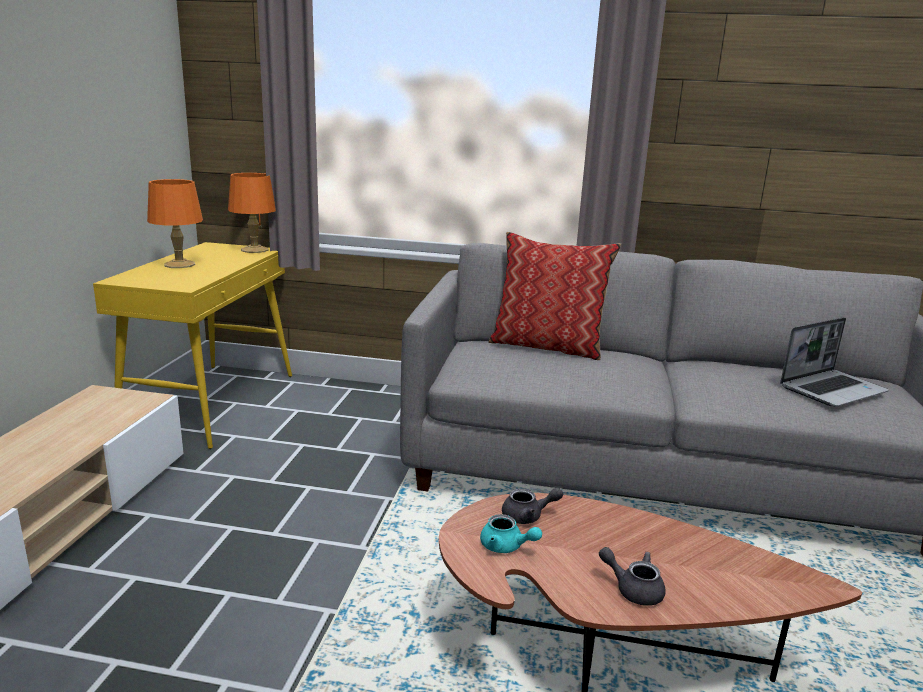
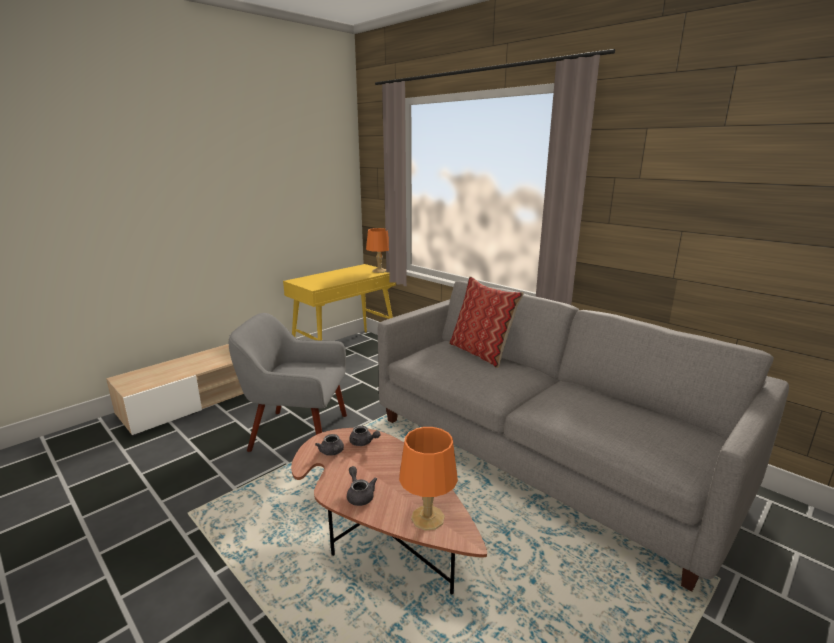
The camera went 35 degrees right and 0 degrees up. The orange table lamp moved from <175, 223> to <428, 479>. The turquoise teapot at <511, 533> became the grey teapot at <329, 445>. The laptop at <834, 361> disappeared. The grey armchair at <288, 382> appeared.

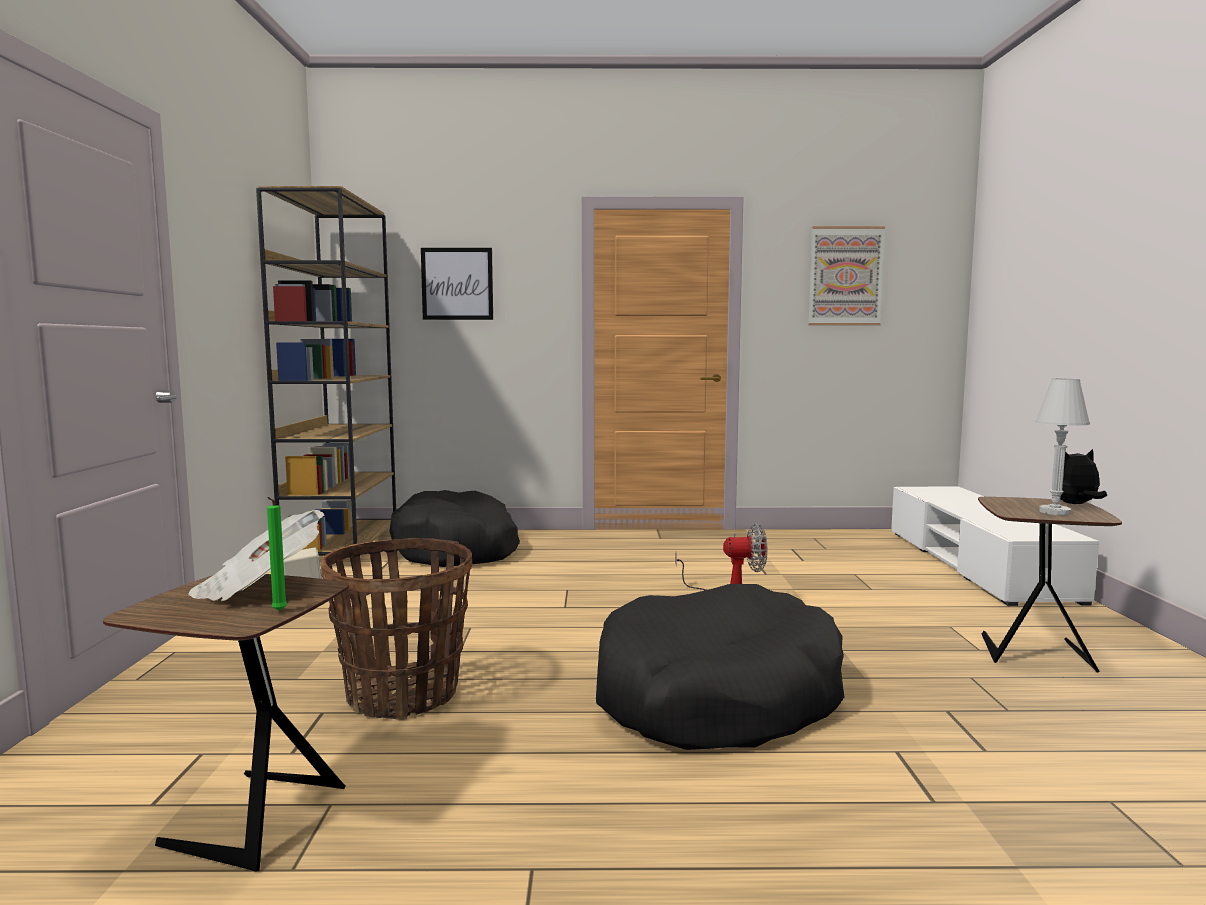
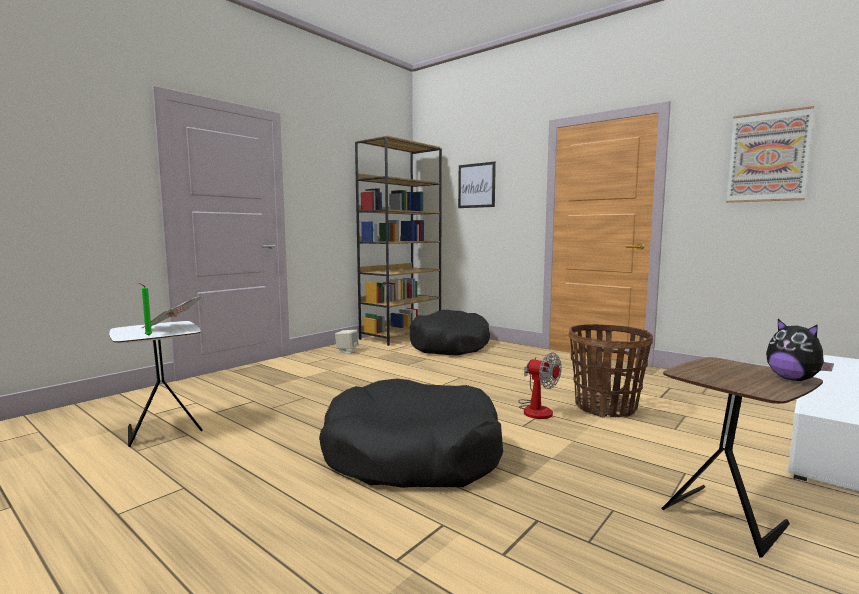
The camera went 40 degrees right and 0 degrees up. The brown side table at <226, 723> became the white side table at <156, 384>. The basket moved from <396, 629> to <611, 371>. The white table lamp at <1062, 447> disappeared. The plush toy at <1083, 476> turned 150 degrees counterclockwise.

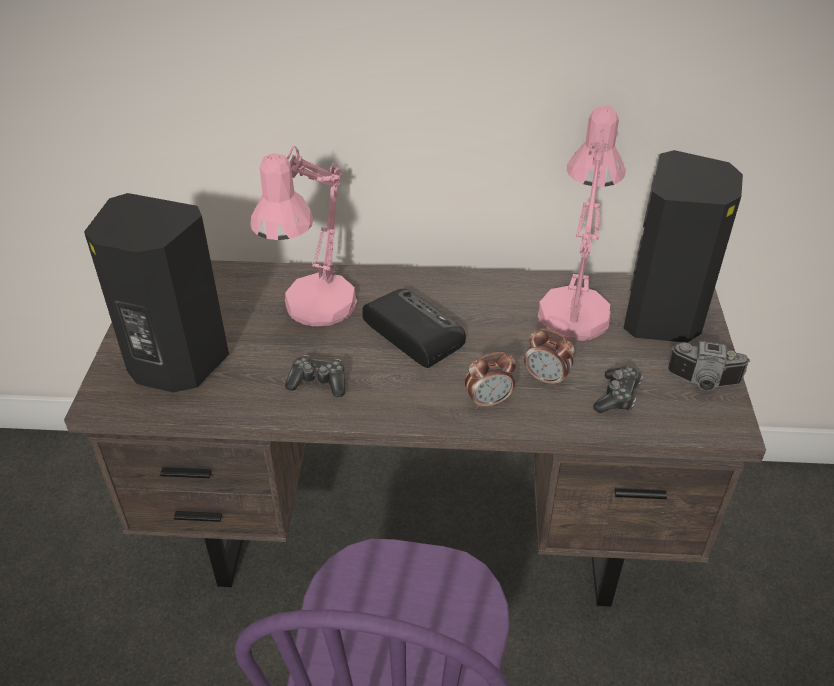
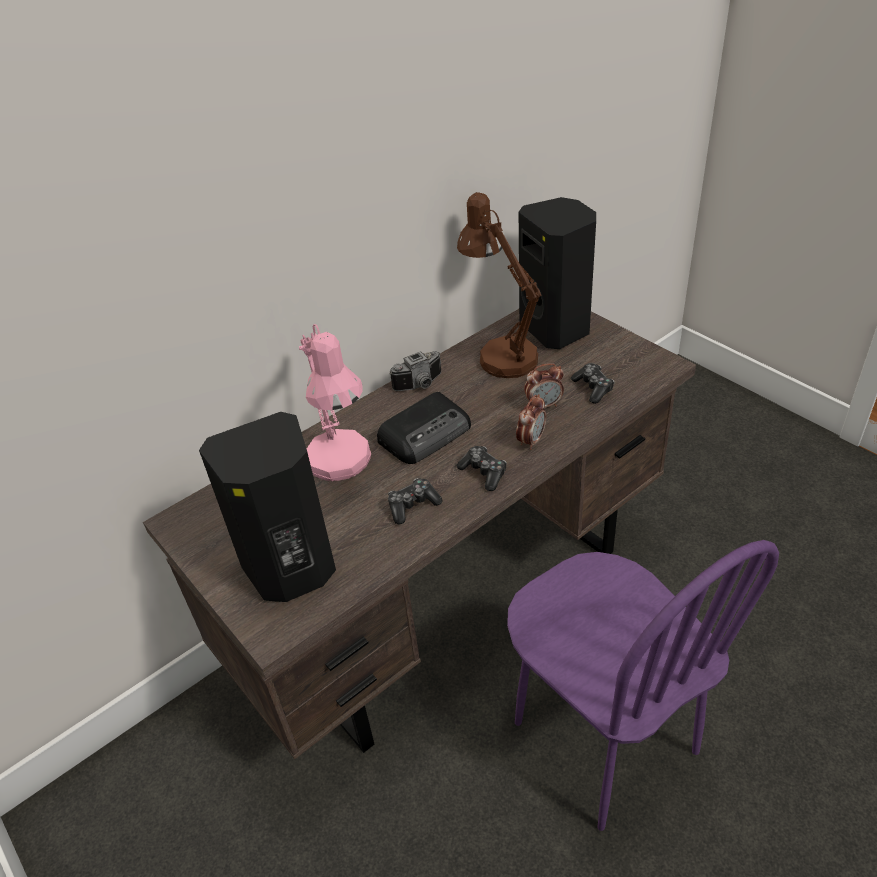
The camera went 40 degrees left and 0 degrees up. The radio at <414, 328> turned 135 degrees clockwise. The pink table lamp at <582, 223> became the brown table lamp at <499, 285>. The photo camera moved from <709, 366> to <415, 371>. The game controller at <482, 468> appeared.

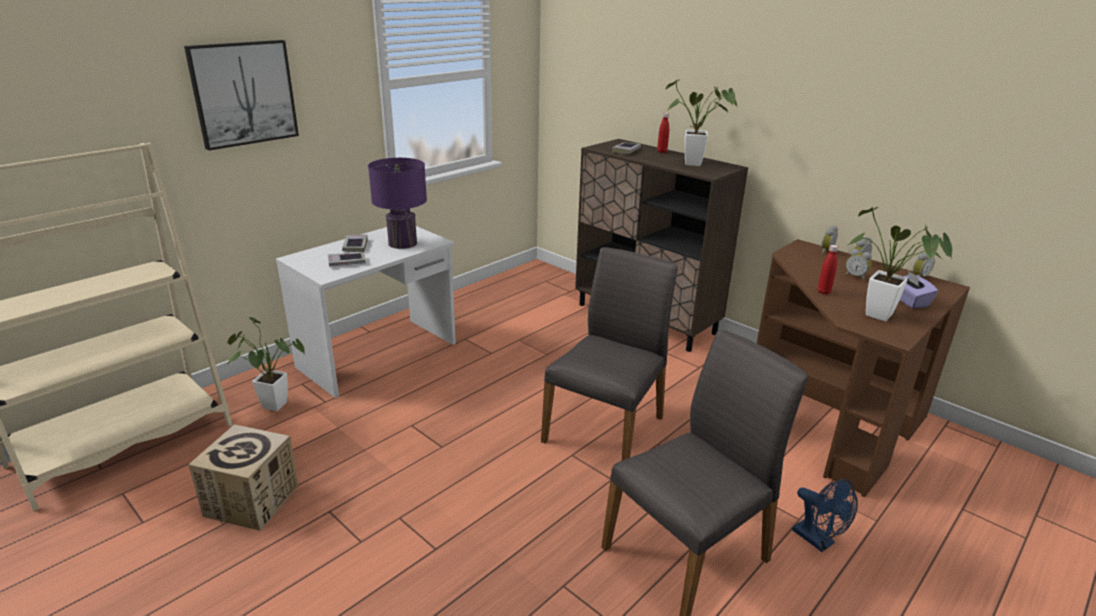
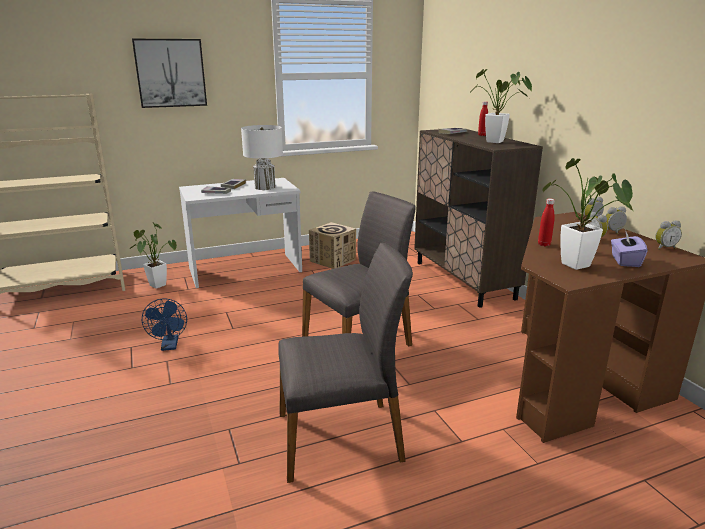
The camera went 25 degrees right and 5 degrees down. The cardboard box moved from <243, 477> to <332, 245>. The purple table lamp at <397, 203> became the white table lamp at <262, 157>. The blue fan moved from <825, 515> to <164, 324>.

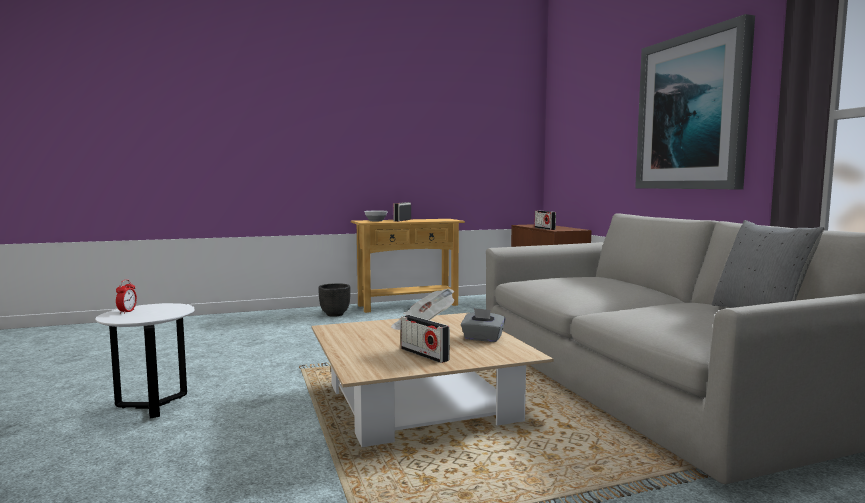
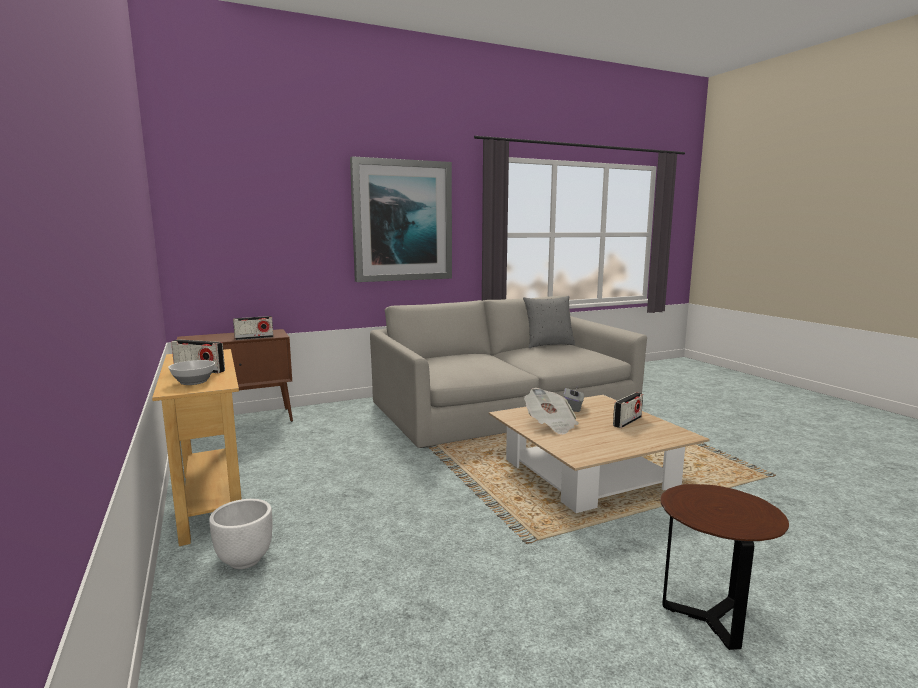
The camera went 95 degrees left and 5 degrees up. The white side table at <145, 361> became the brown side table at <724, 567>. The alarm clock at <126, 296> disappeared. The black planter at <334, 300> became the white planter at <240, 534>.

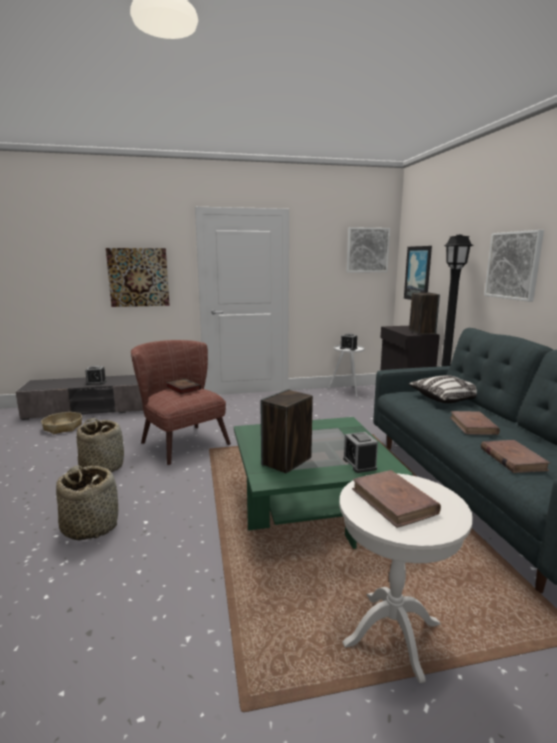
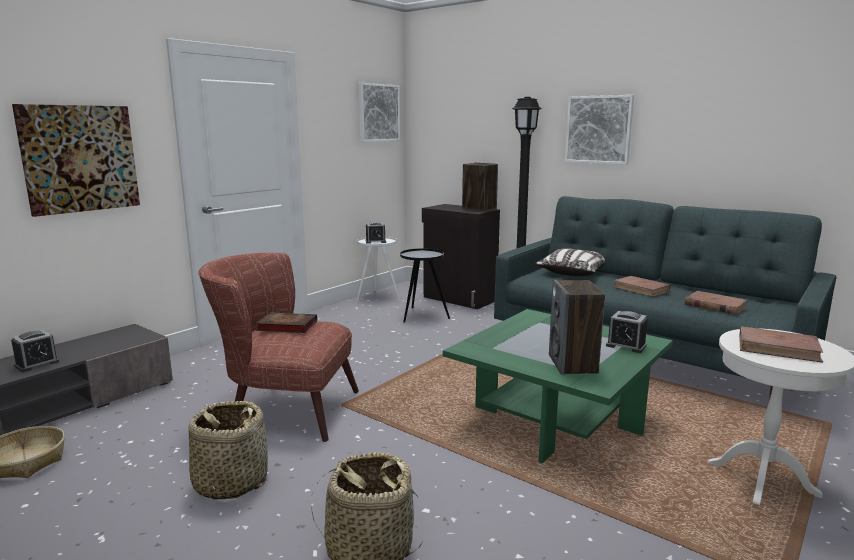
The camera went 40 degrees left and 0 degrees up. The picture at <418, 273> disappeared. The black side table at <425, 285> appeared.

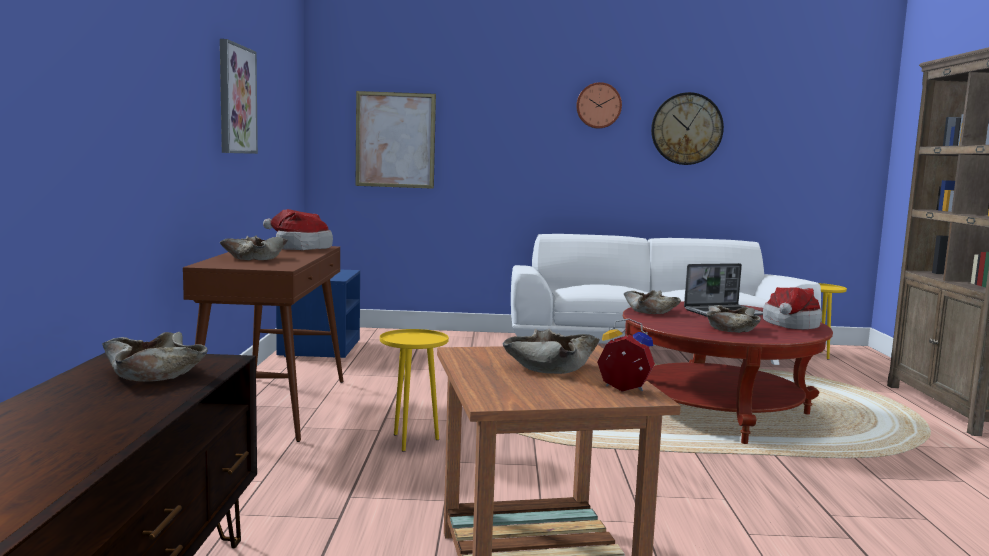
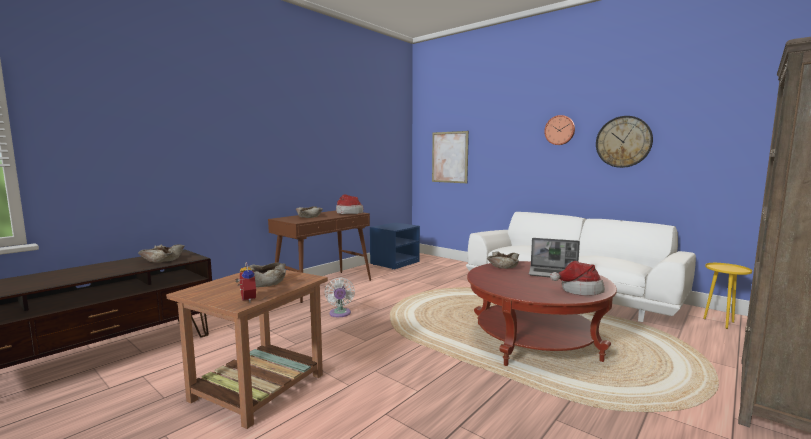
The camera went 40 degrees right and 0 degrees up. The picture at <239, 96> disappeared. The yellow side table at <414, 390> was replaced by the white fan at <340, 297>. The beige bowl at <733, 319> disappeared.

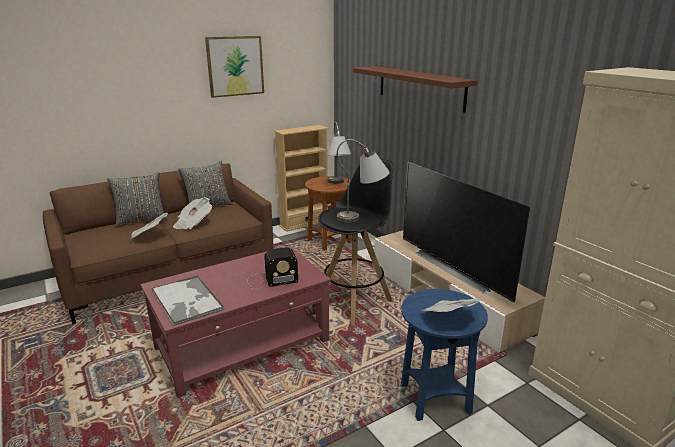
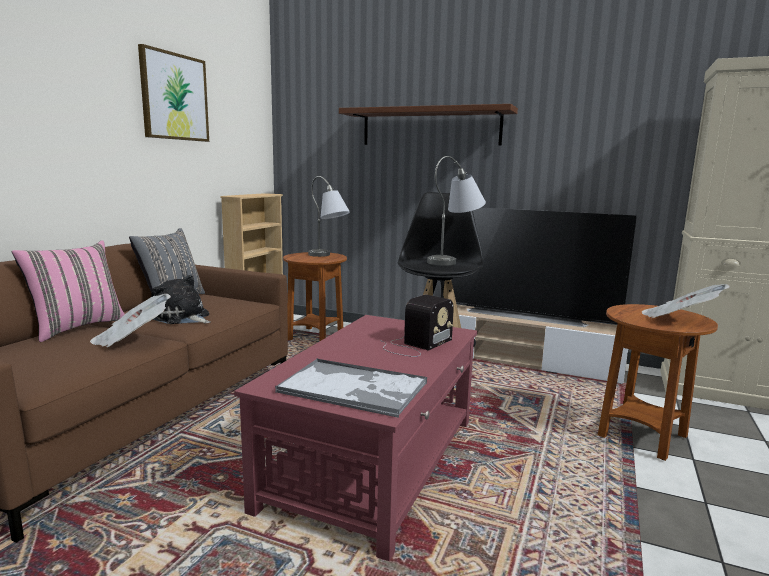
The camera went 35 degrees left and 10 degrees down. The grey pillow at <137, 200> became the pink pillow at <68, 291>. The newspaper at <192, 213> was replaced by the plush toy at <181, 299>. The blue side table at <444, 355> became the brown side table at <658, 382>.

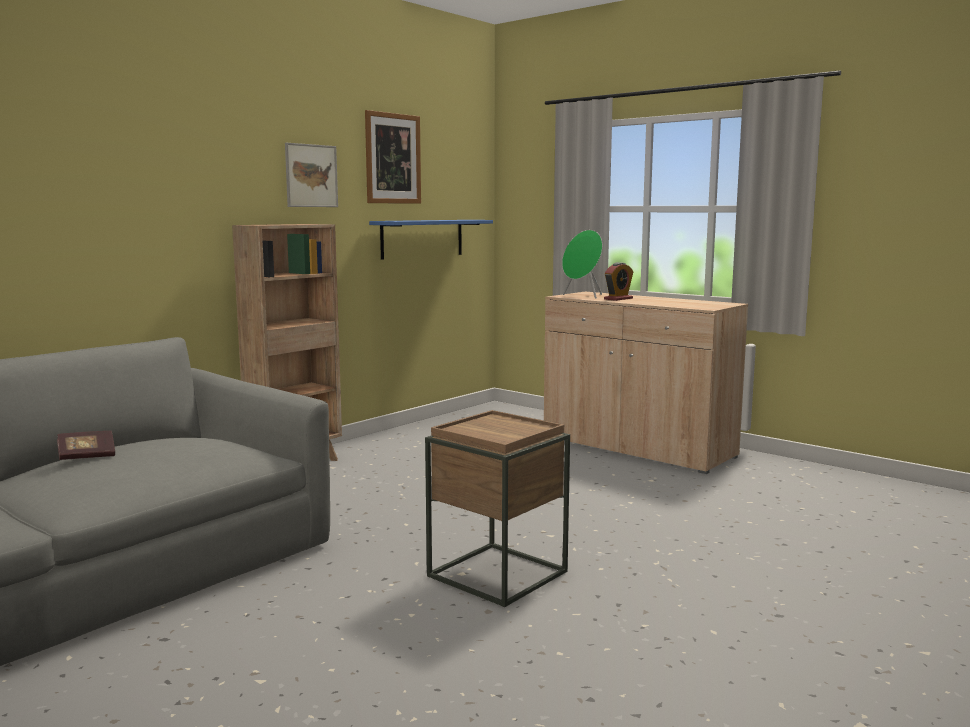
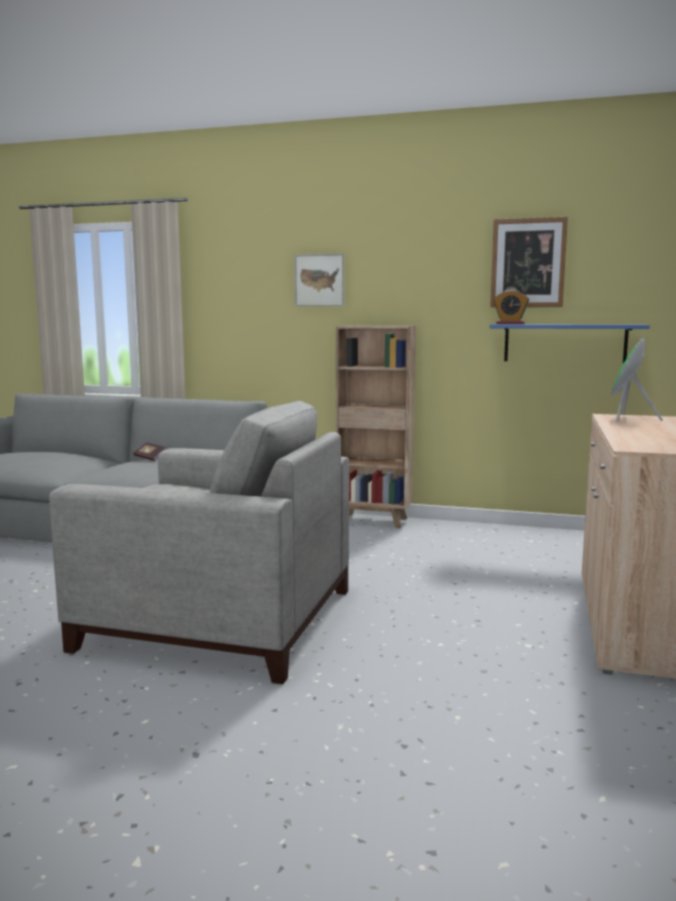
The camera went 65 degrees right and 0 degrees up. The picture moved from <311, 175> to <319, 279>. The brown side table at <497, 508> was replaced by the grey armchair at <199, 542>. The alarm clock moved from <619, 281> to <512, 306>.

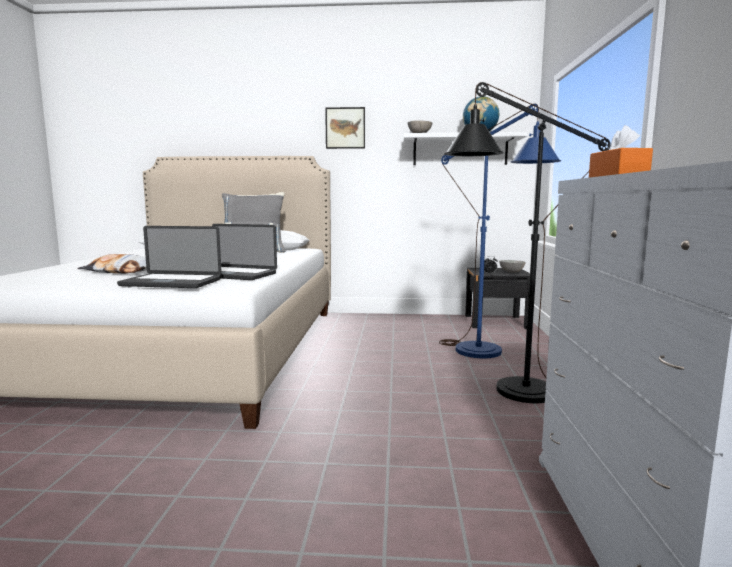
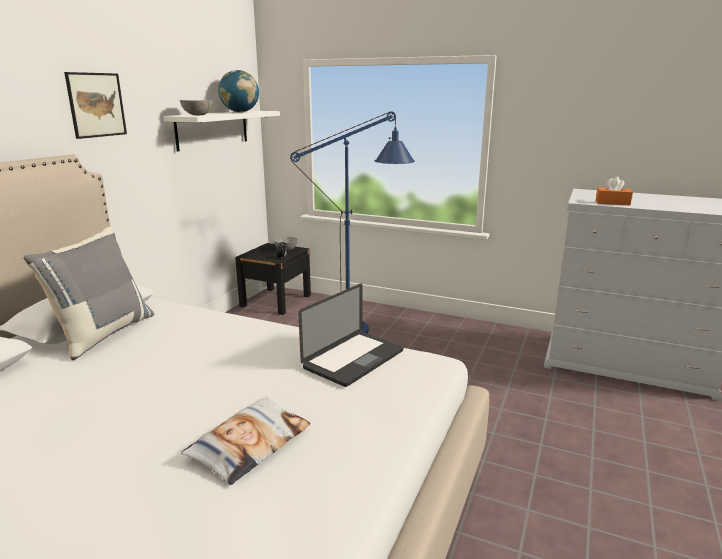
The camera went 70 degrees left and 10 degrees up. The laptop at <169, 257> disappeared. The black floor lamp at <527, 242> disappeared.

